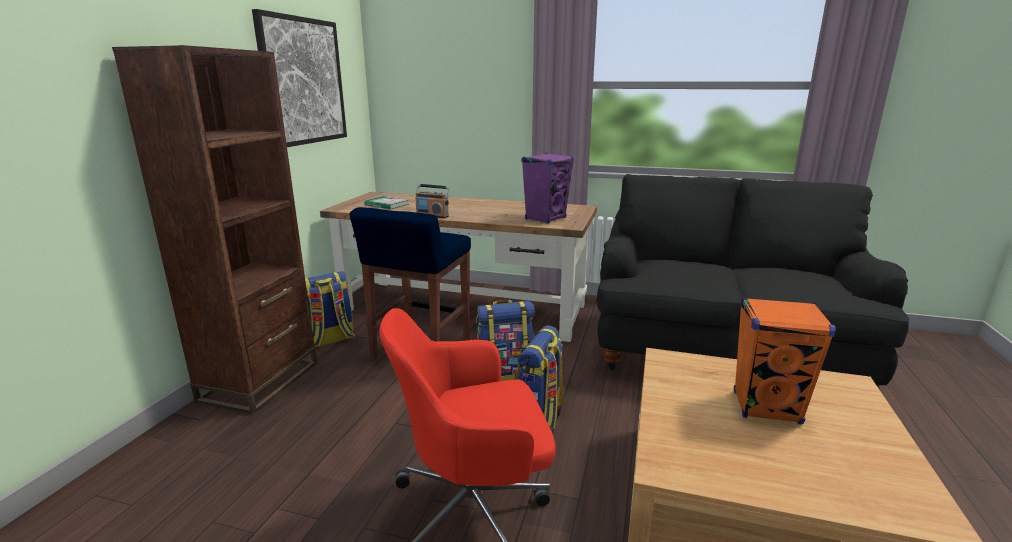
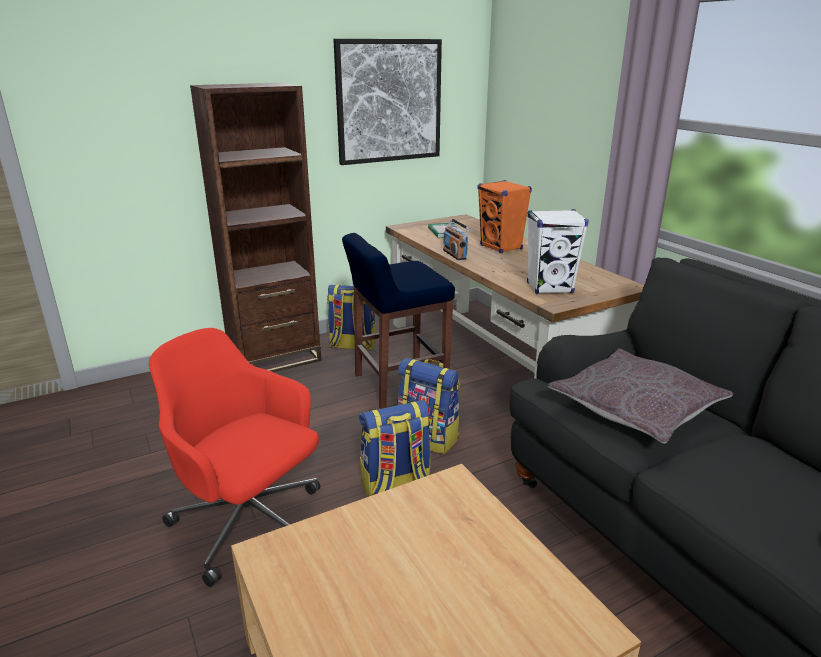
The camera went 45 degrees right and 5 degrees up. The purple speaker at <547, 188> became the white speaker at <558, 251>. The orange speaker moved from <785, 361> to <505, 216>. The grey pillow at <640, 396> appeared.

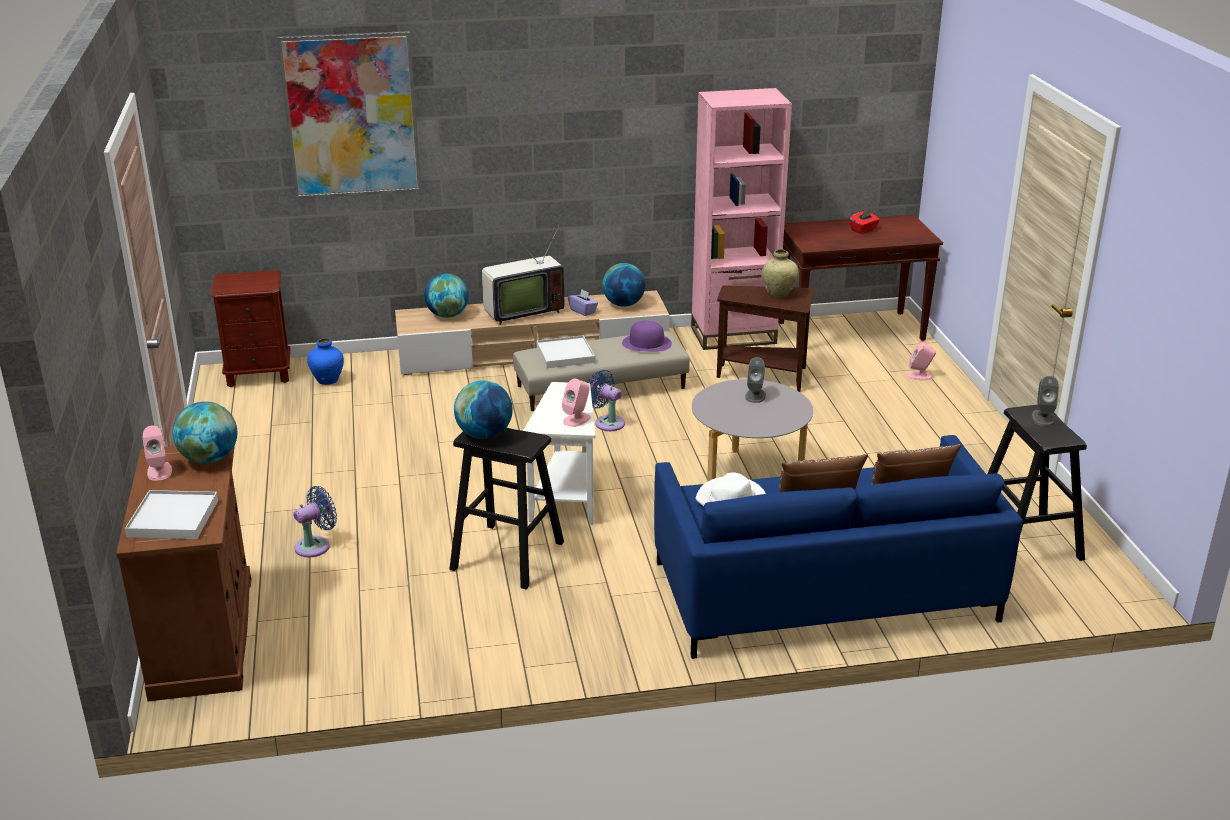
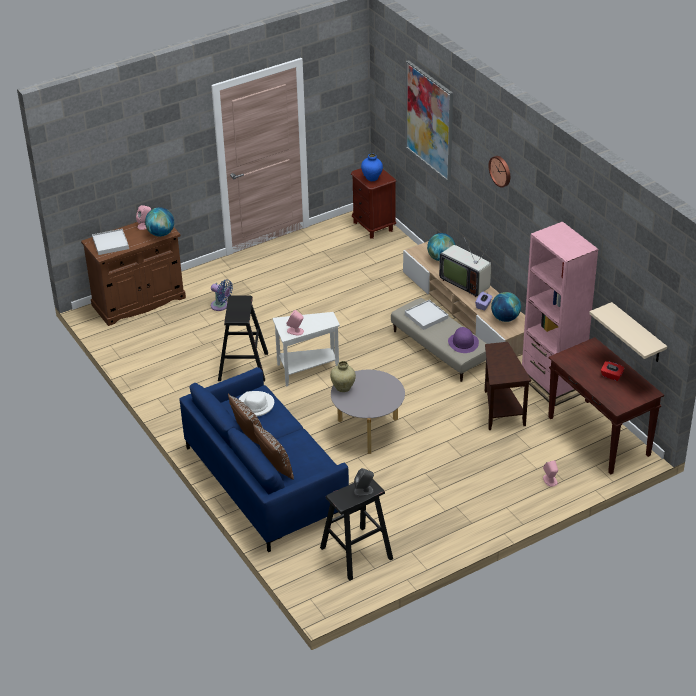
The camera went 70 degrees right and 10 degrees up. The blue vase moved from <325, 361> to <372, 167>. The globe at <483, 409> disappeared. The blue fan at <606, 400> disappeared. The grey speaker at <755, 380> disappeared. The beige vase moved from <780, 273> to <343, 376>. The wall clock at <499, 172> appeared. The beige shelf at <628, 332> appeared.

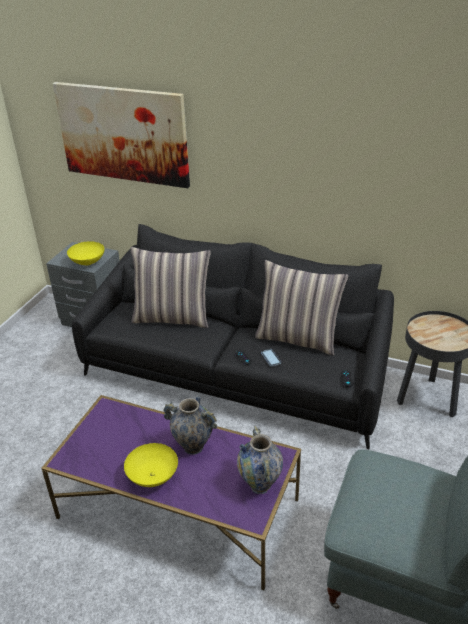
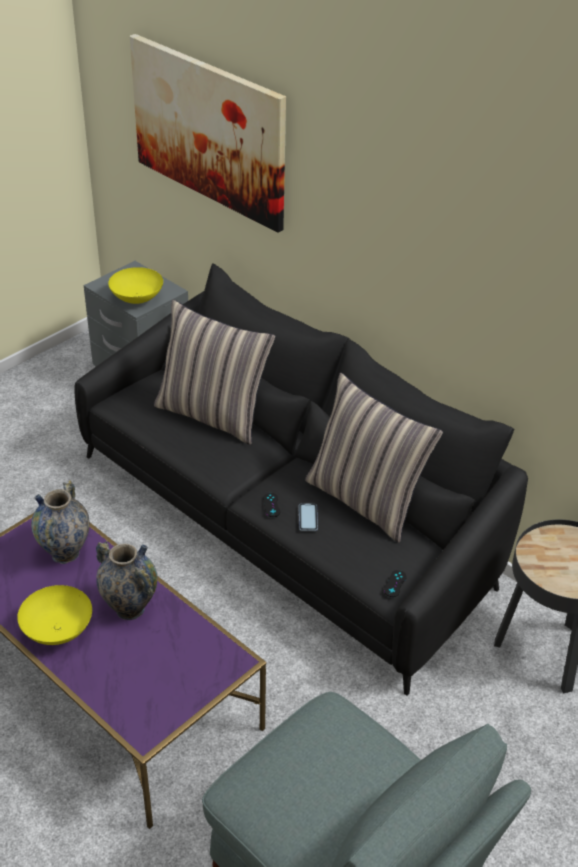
The camera went 20 degrees right and 5 degrees up. The vase moved from <260, 460> to <60, 522>.

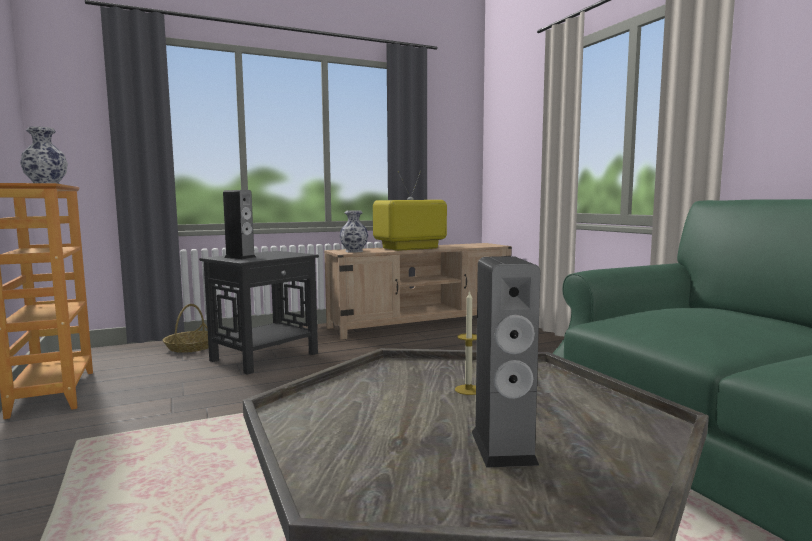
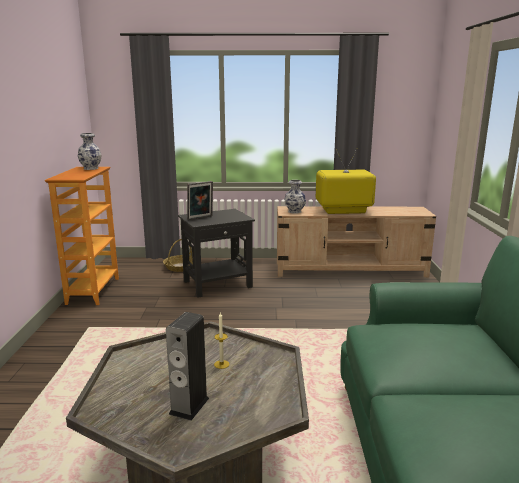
The camera went 25 degrees right and 10 degrees up. The speaker at <239, 224> was replaced by the picture frame at <200, 200>.

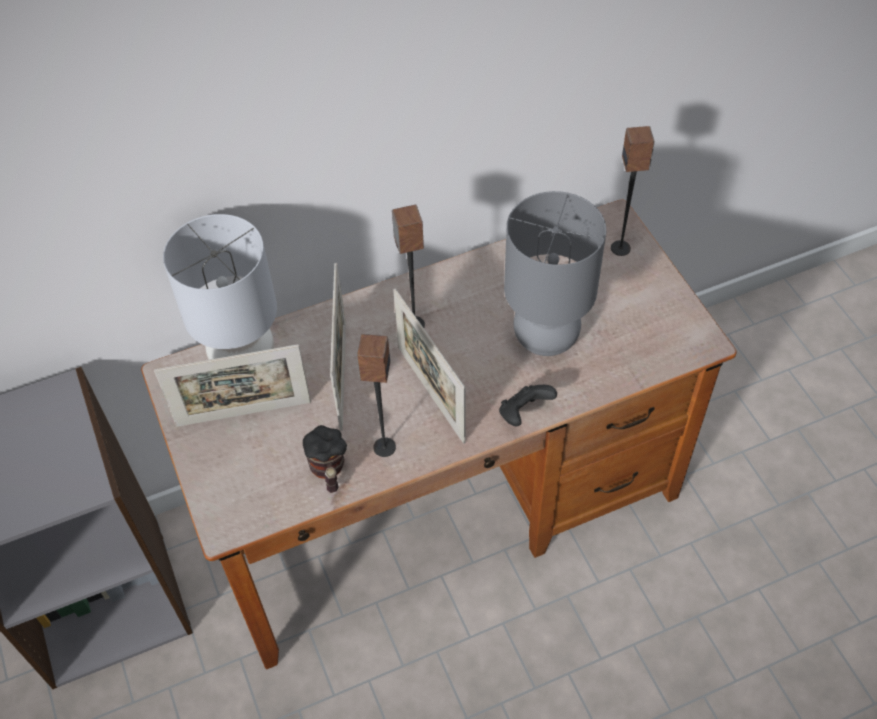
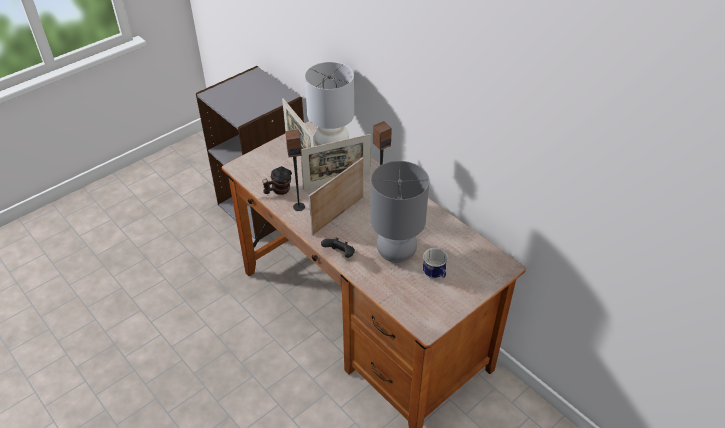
The camera went 70 degrees right and 10 degrees down. The speaker at <633, 191> disappeared. The mug at <435, 263> appeared.

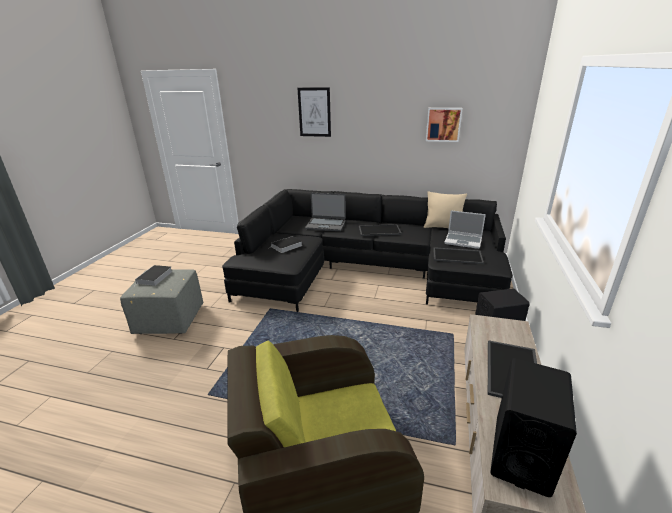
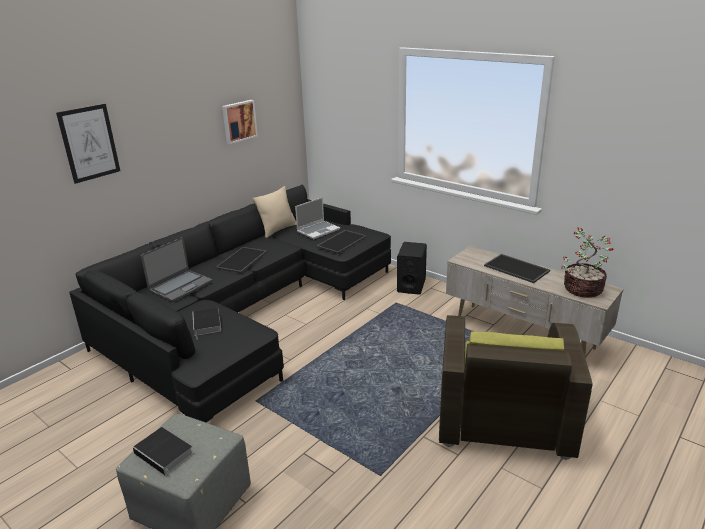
The camera went 65 degrees left and 0 degrees up. The black speaker at <533, 427> was replaced by the potted plant at <588, 262>.

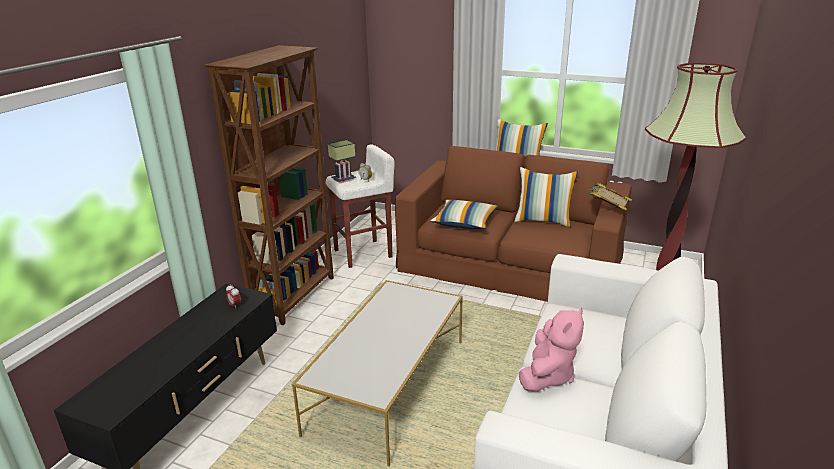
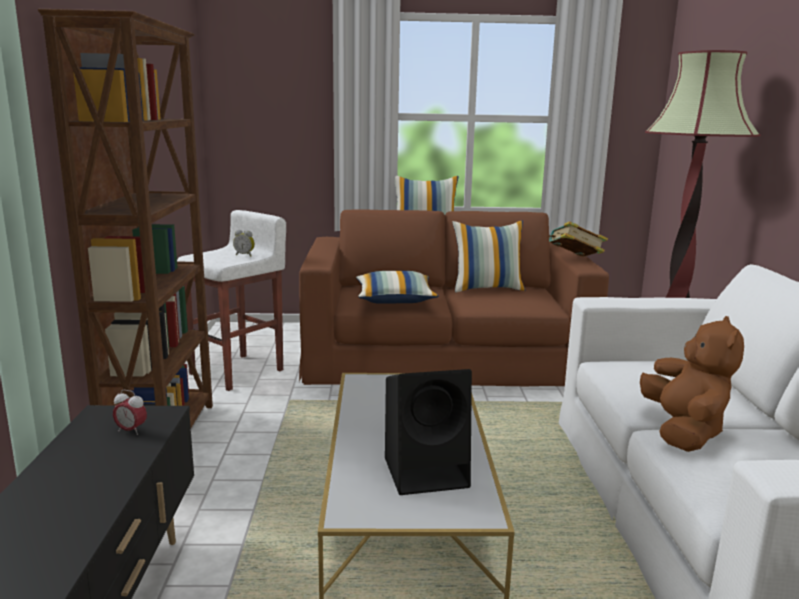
The camera went 25 degrees left and 10 degrees down. The table lamp at <342, 161> disappeared. The pink plush toy at <551, 350> became the brown plush toy at <692, 384>. The black speaker at <428, 432> appeared.

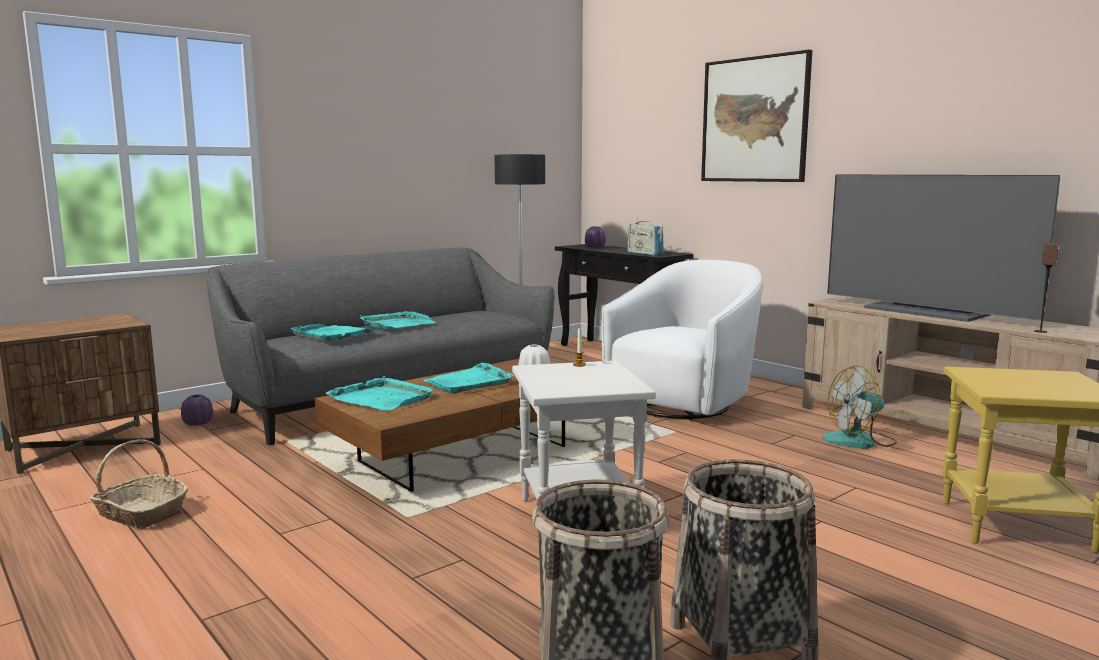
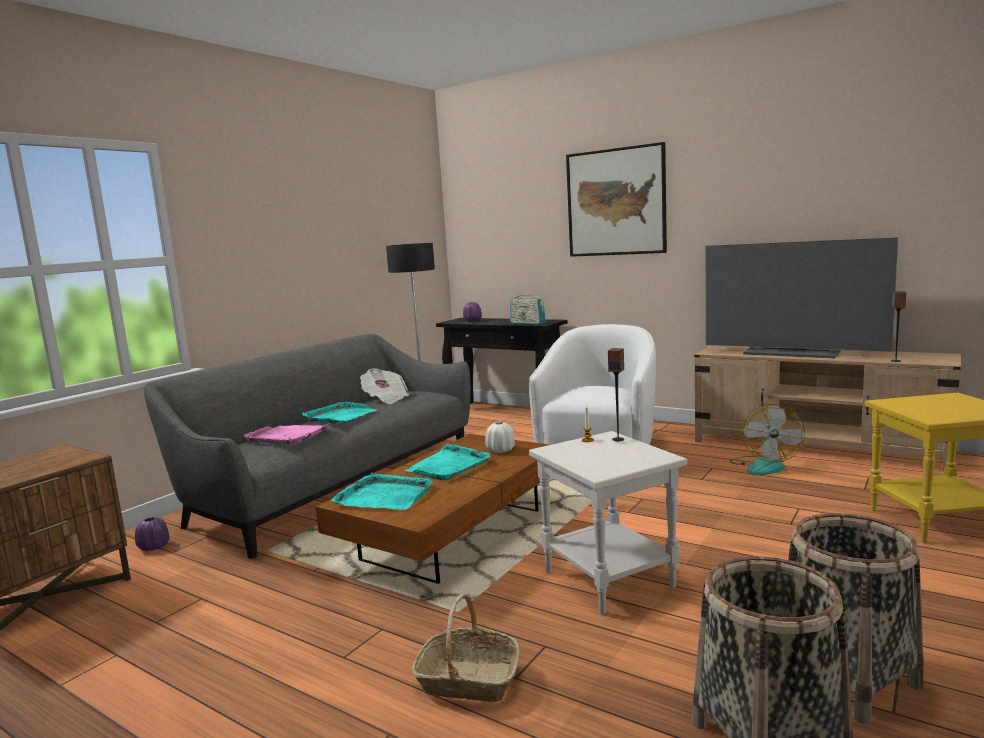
The camera went 15 degrees left and 0 degrees up. The basket moved from <139, 484> to <466, 647>. The turquoise tray at <332, 332> became the pink tray at <286, 434>. The fan at <859, 407> turned 45 degrees counterclockwise. The newspaper at <384, 386> appeared. The speaker at <616, 394> appeared.

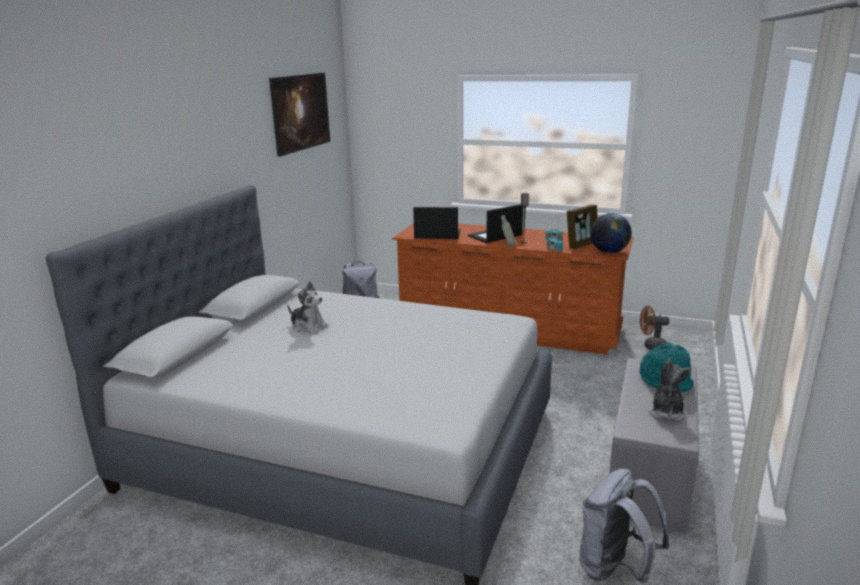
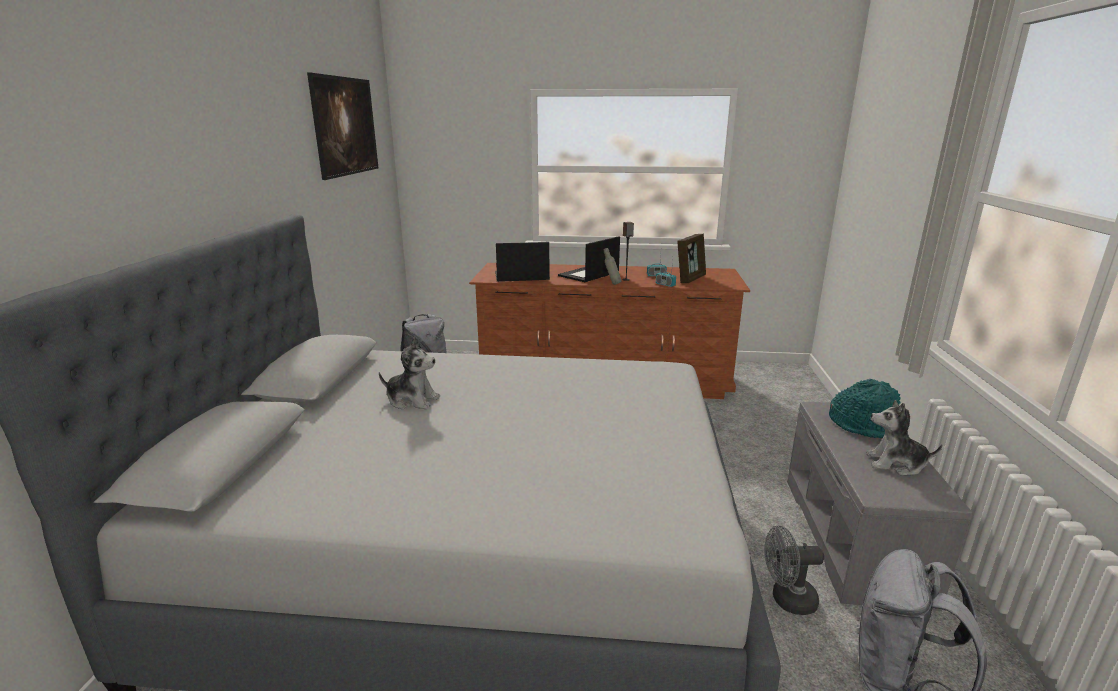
The camera went 15 degrees left and 0 degrees up. The globe at <611, 233> disappeared. The brown fan at <655, 328> disappeared. The plush toy at <670, 389> turned 75 degrees counterclockwise. The grey fan at <794, 570> appeared.

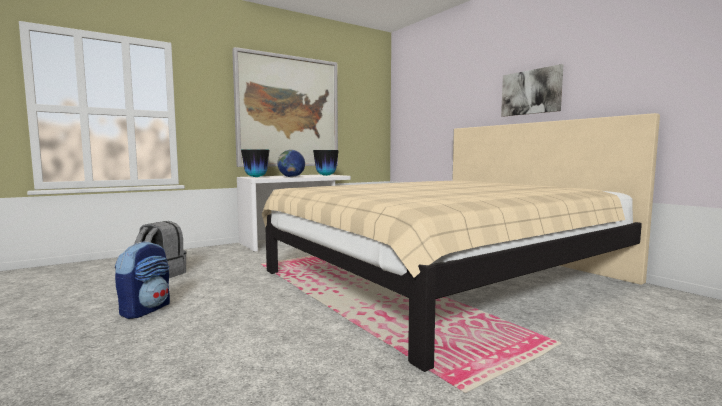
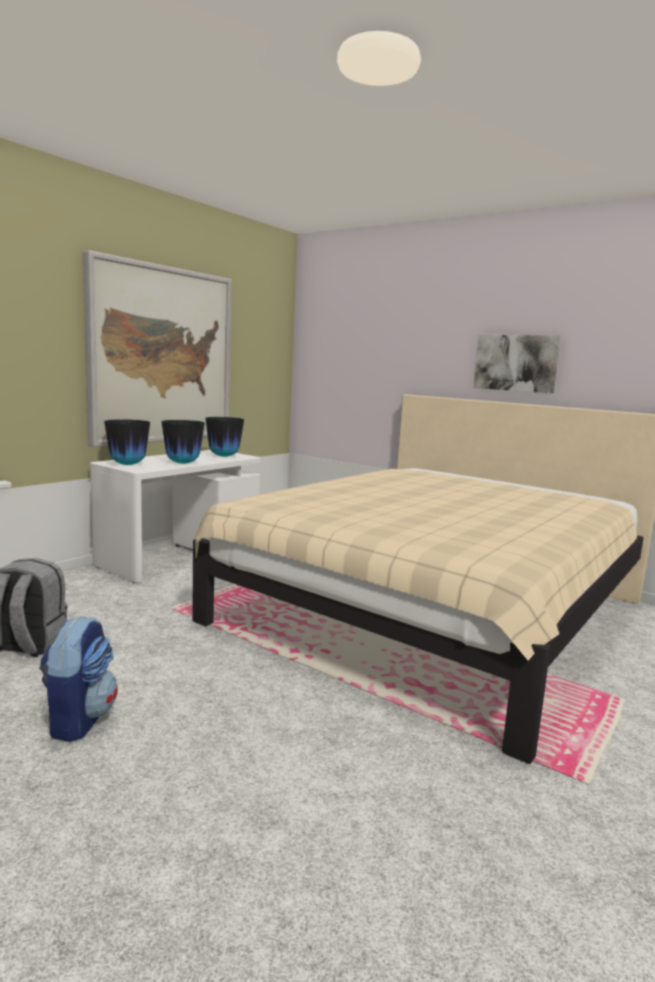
The camera went 20 degrees left and 5 degrees up. The globe at <291, 163> was replaced by the vase at <183, 442>.

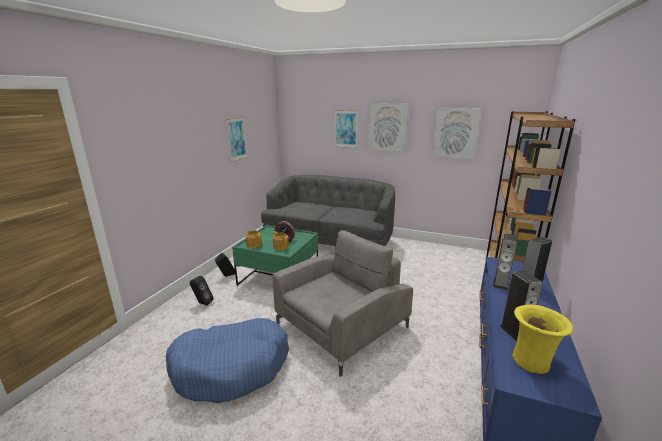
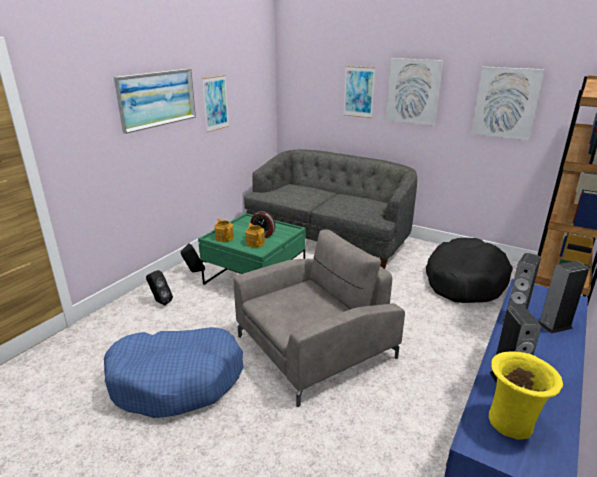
The camera went 10 degrees right and 5 degrees up. The picture at <155, 101> appeared. The black dog bed at <469, 270> appeared.

